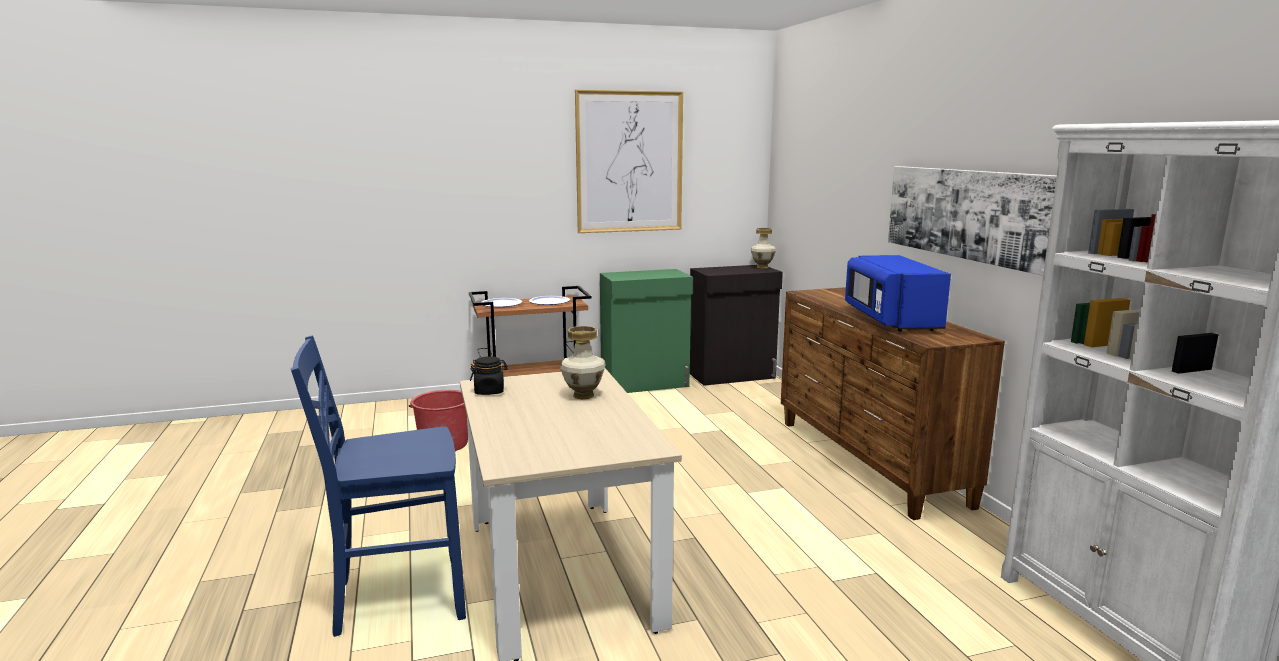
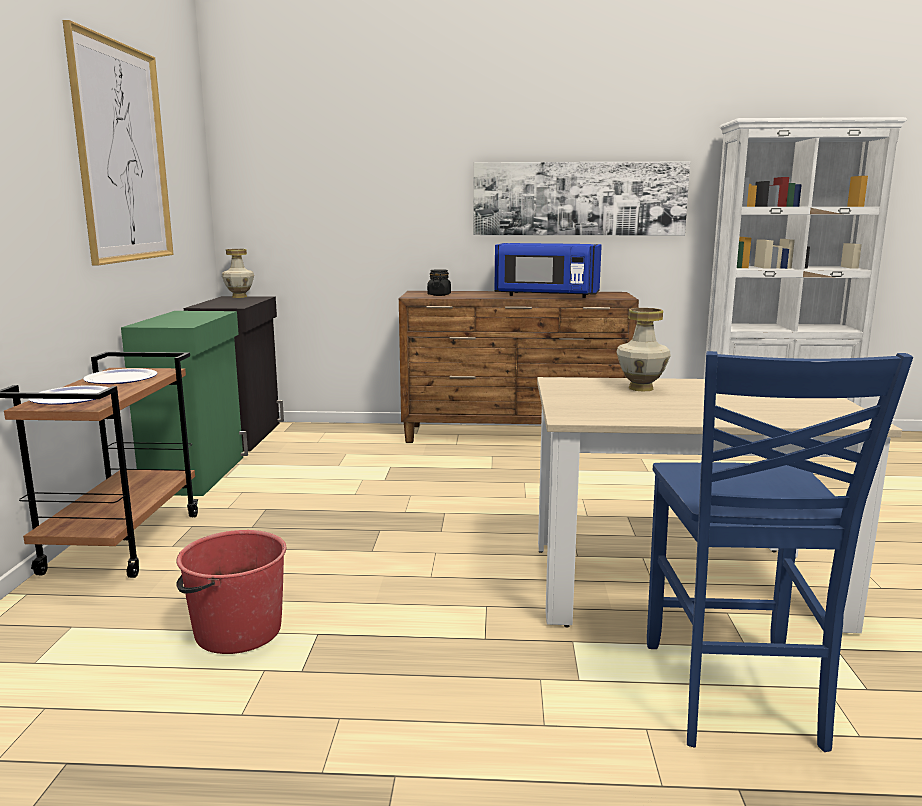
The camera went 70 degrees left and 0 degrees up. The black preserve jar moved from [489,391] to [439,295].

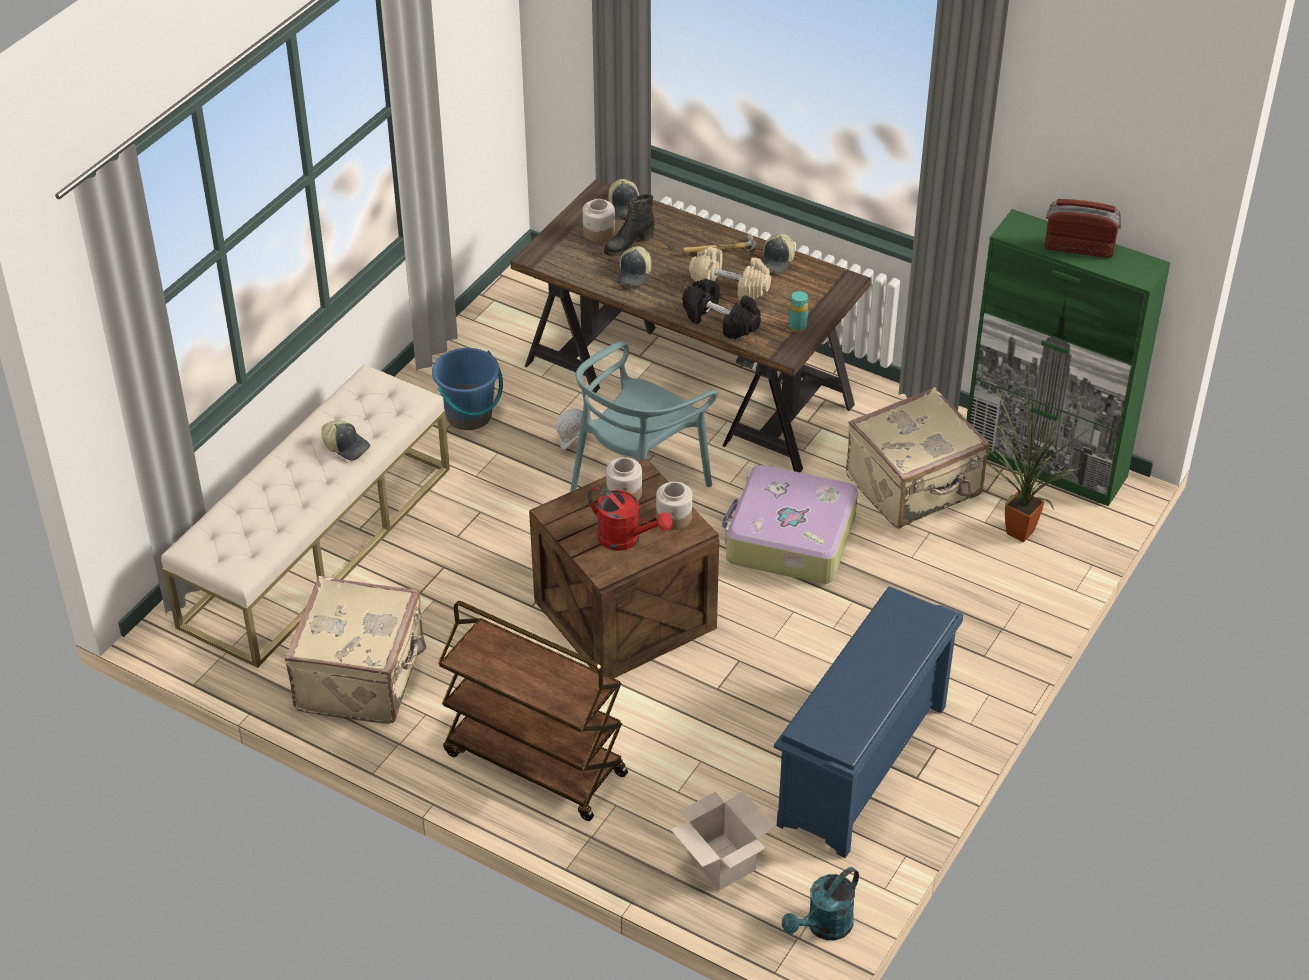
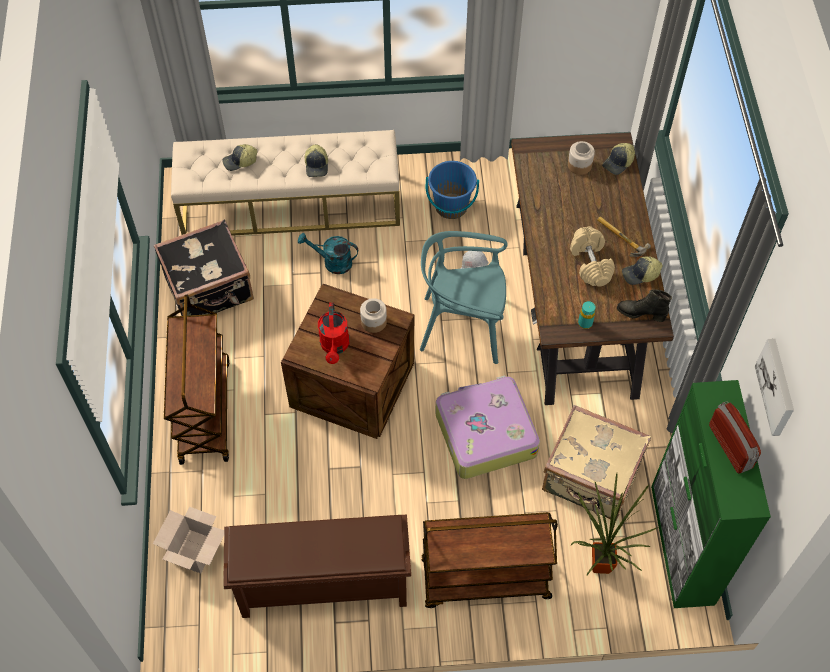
The camera went 55 degrees right and 15 degrees up. The black boot moved from [628,245] to [641,313]. The peaked cap moved from [634,274] to [240,161]. The black free weight at [720,321] disappeared. The preserve jar at [674,518] disappeared. The sand-coloured piece of luggage at [363,677] became the black piece of luggage at [210,289]. The bluish shoe shelf at [863,767] became the brown shoe shelf at [322,586]. The blue-green sprinkling can moved from [824,927] to [332,262]. The picture at [777,387] appeared. The brown wheeled cart at [484,580] appeared.

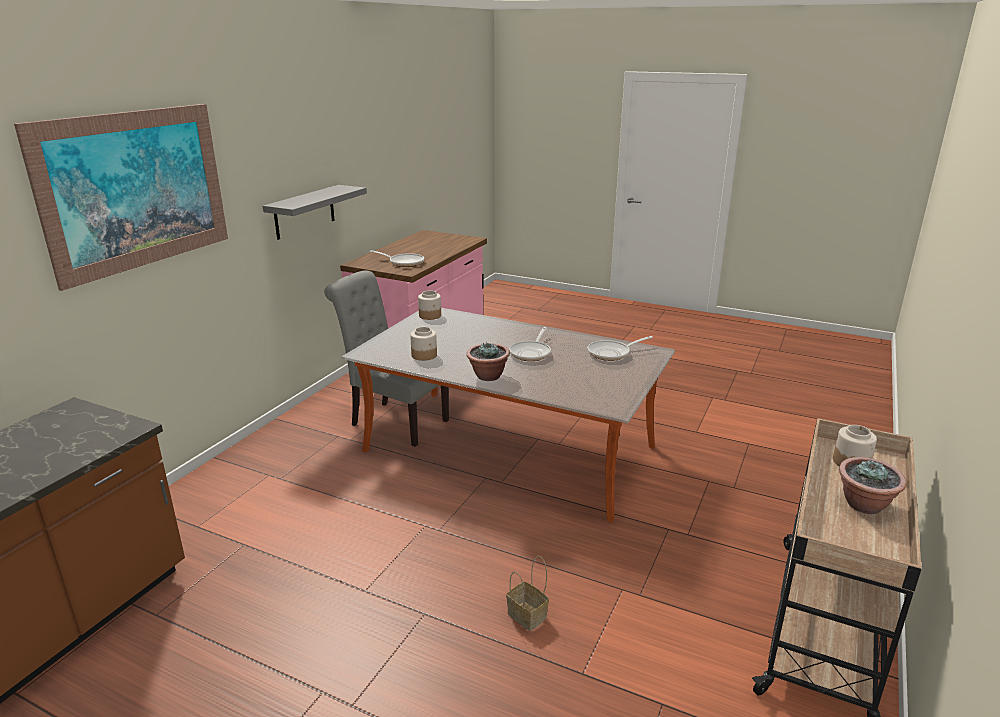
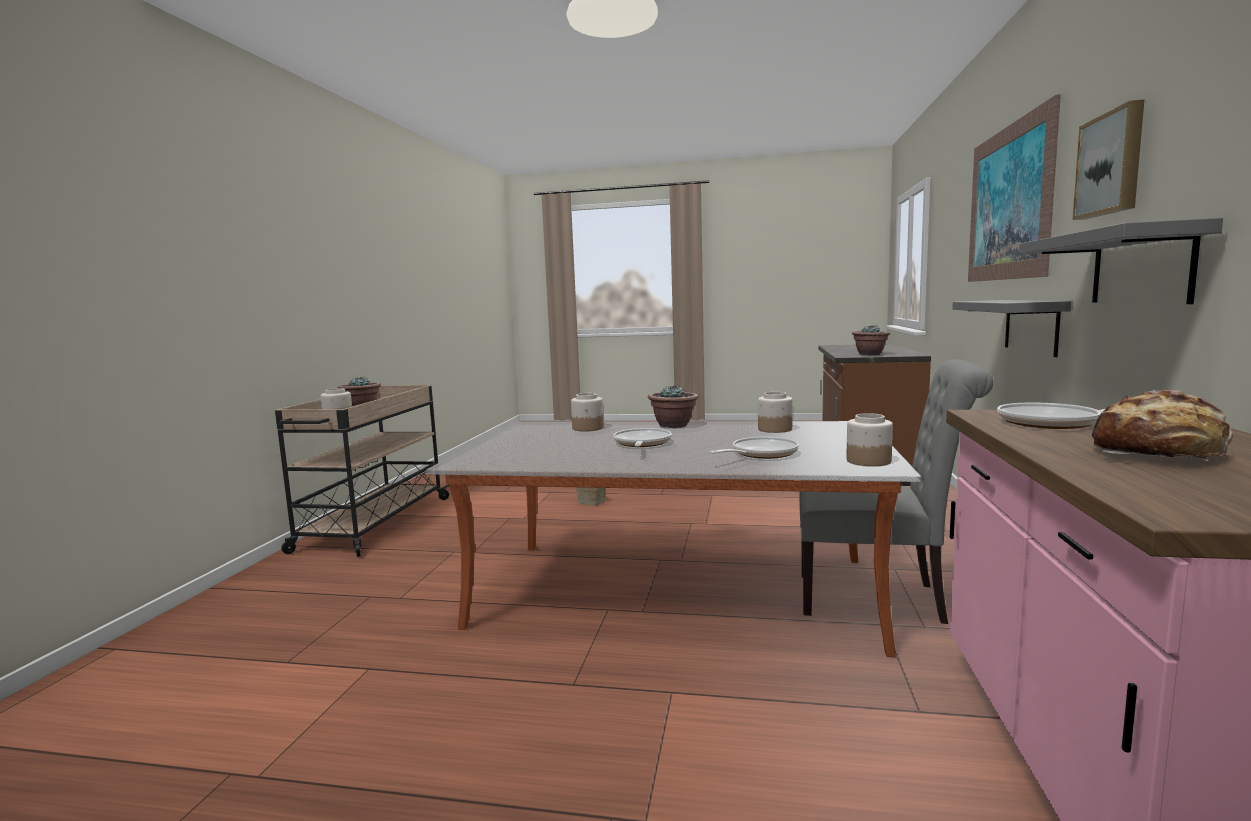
The camera went 165 degrees right and 15 degrees down. The skillet moved from [612,353] to [760,454]. The picture at [1112,164] appeared. The gray bracket shelf at [1031,326] appeared. The potted plant at [870,354] appeared. The bakery bread at [1158,454] appeared. The preserve jar at [588,428] appeared.

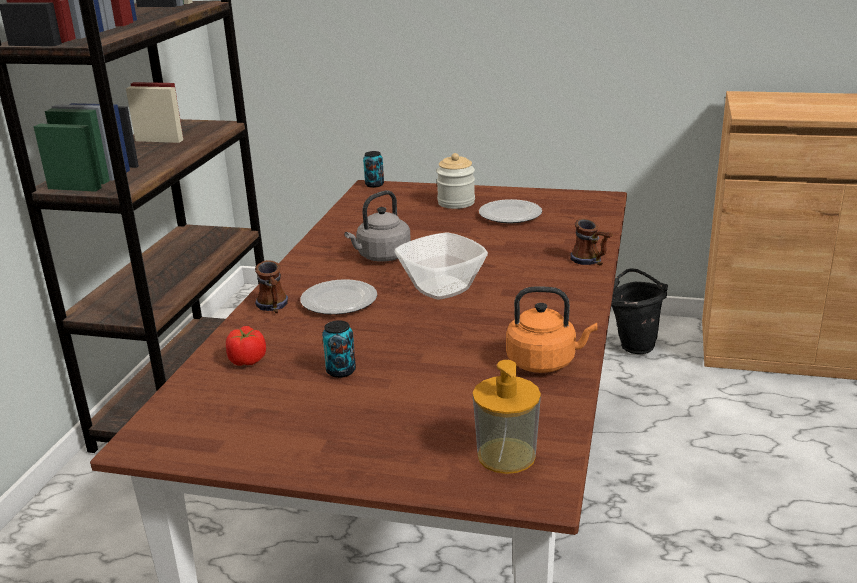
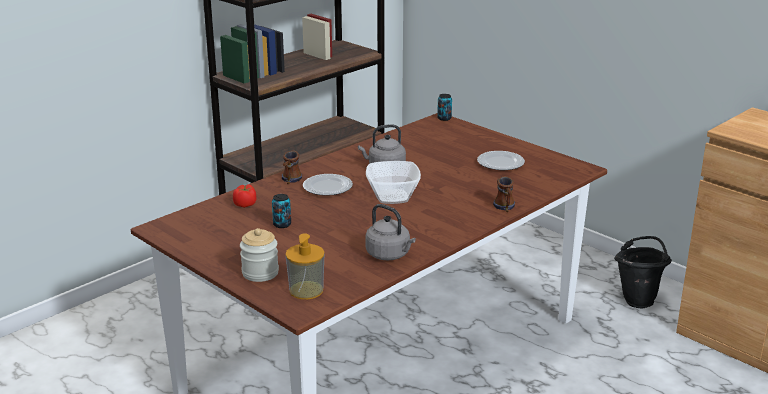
The camera went 30 degrees right and 0 degrees up. The preserve jar moved from [456,202] to [260,273]. The orange-coloured tea kettle at [545,362] became the gray tea kettle at [390,255].

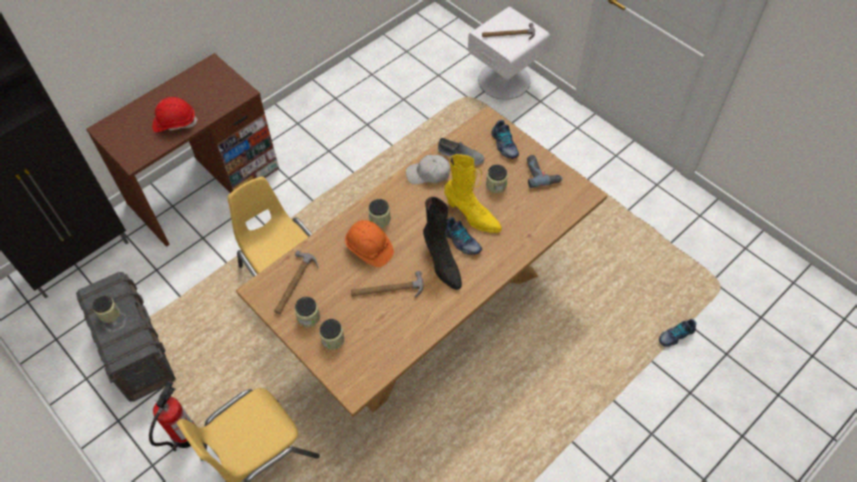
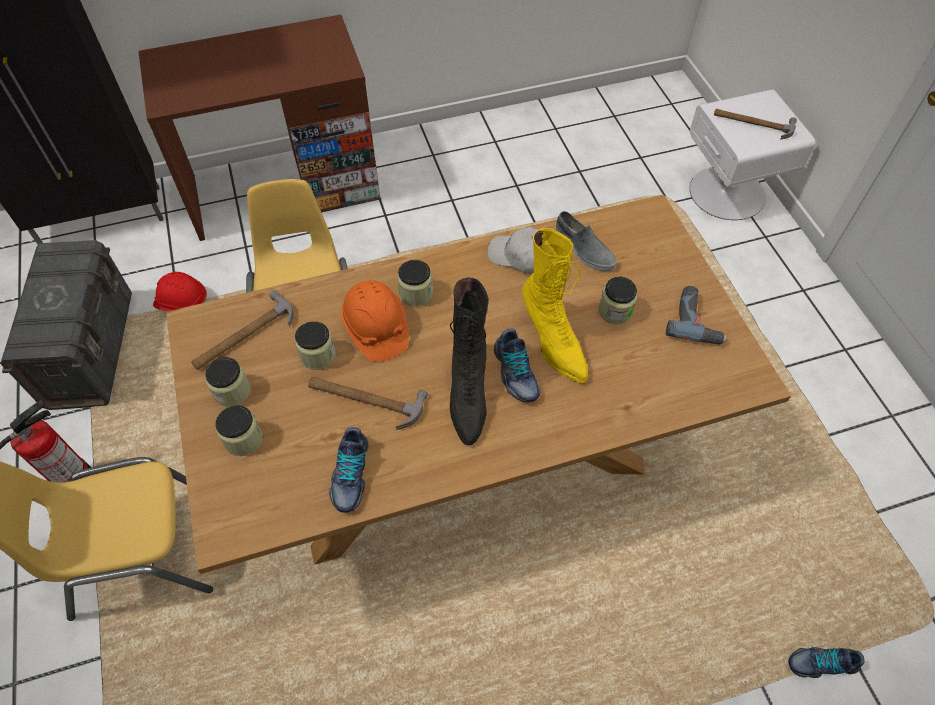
The camera went 25 degrees right and 0 degrees up. The reddish hard hat moved from [175,123] to [182,302]. The shoe moved from [504,145] to [350,474]. The preserve jar moved from [109,314] to [318,355].

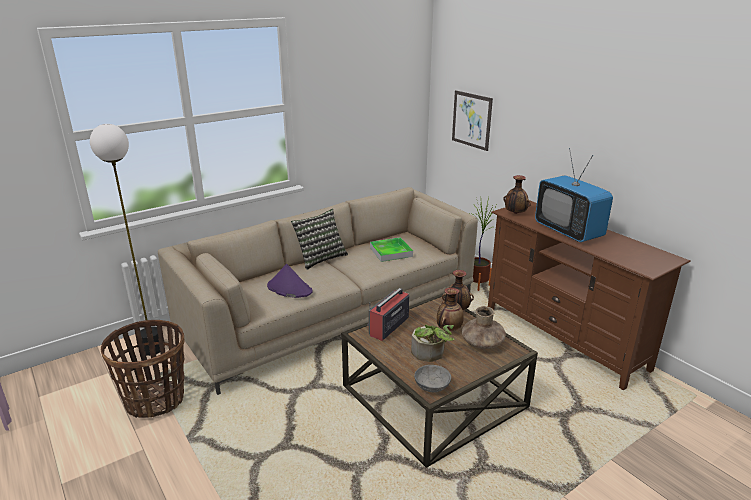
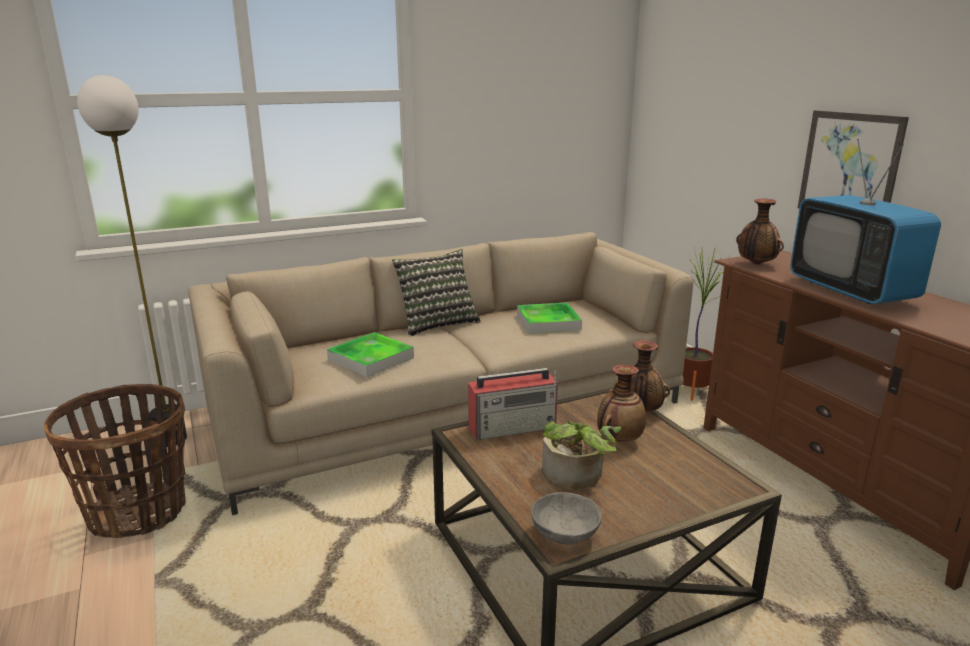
The camera went 10 degrees right and 5 degrees down. The picture moved from [471,120] to [849,166]. The purple hat at [289,289] was replaced by the serving tray at [371,359]. The radio receiver at [388,327] turned 150 degrees counterclockwise. The brown vase at [482,343] disappeared.

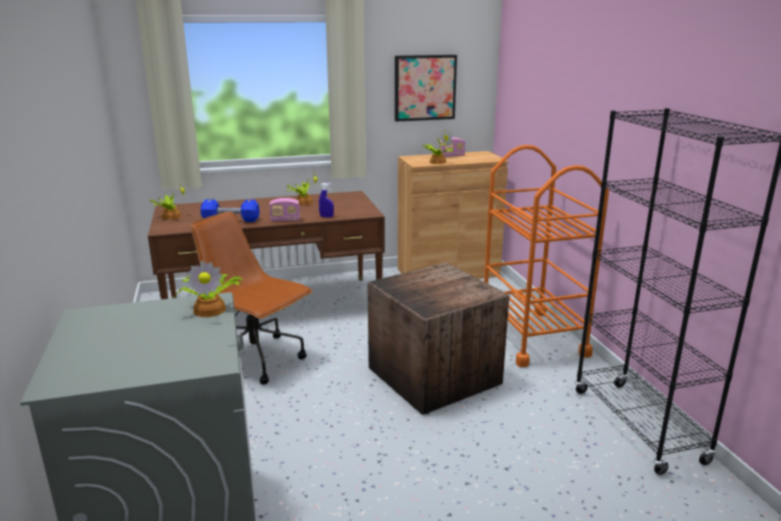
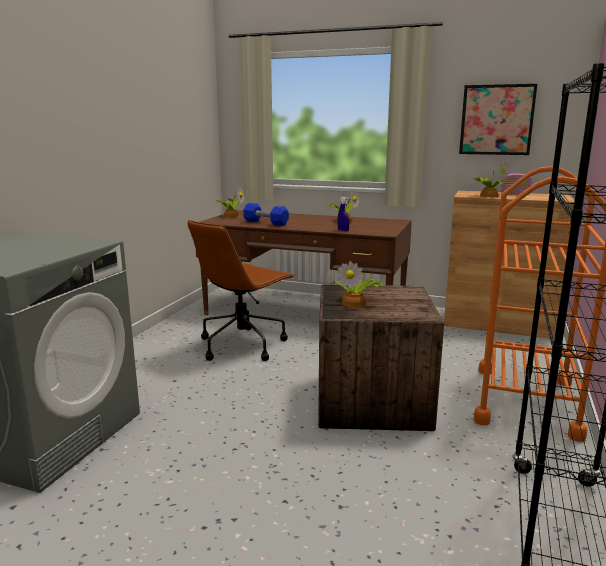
The camera went 35 degrees right and 5 degrees down. The radio receiver at [285,220] disappeared. The brown computer chair at [257,360] turned 120 degrees counterclockwise. The potted plant moved from [211,309] to [355,303].

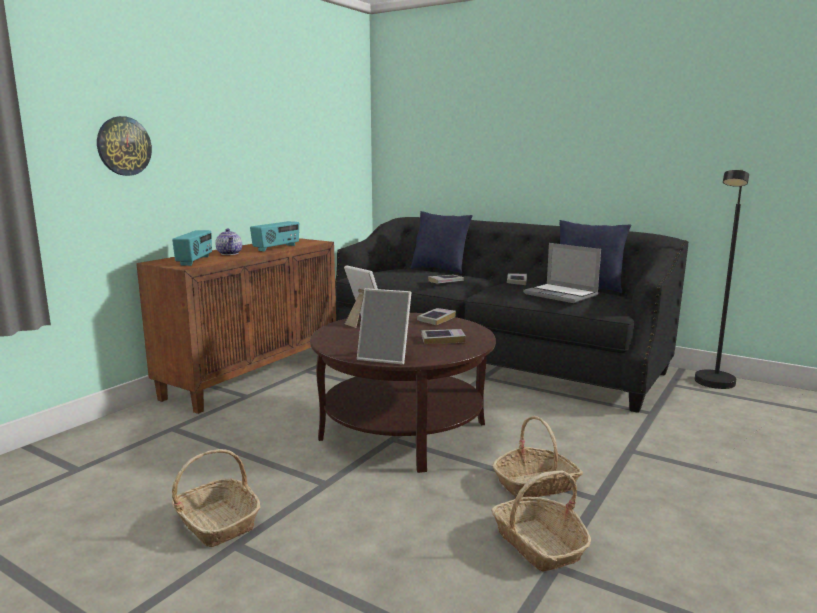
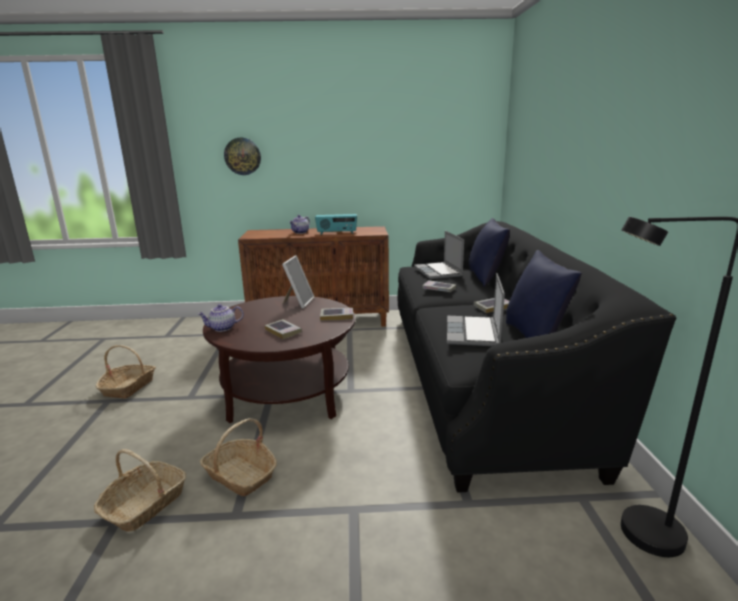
The camera went 55 degrees right and 5 degrees up. The radio receiver at [195,261] disappeared. The standing frame at [386,357] was replaced by the pot for tea at [222,328]. The laptop at [438,272] appeared.

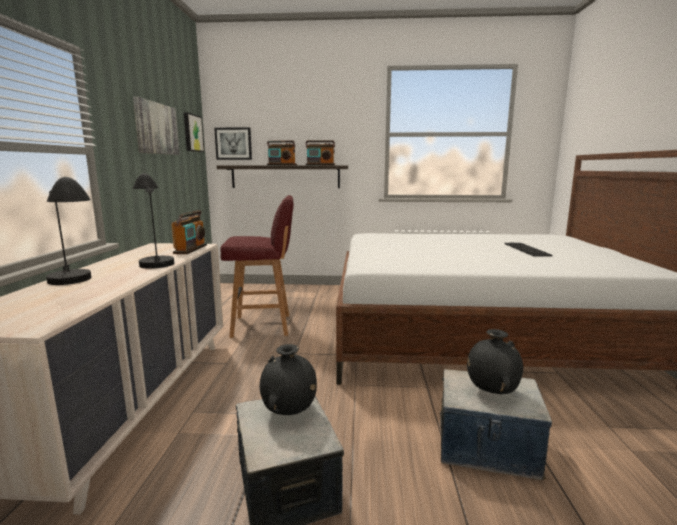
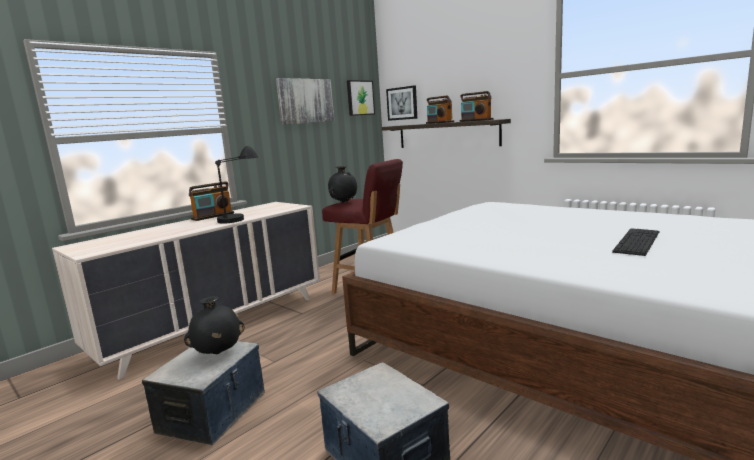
The camera went 40 degrees right and 0 degrees up. The black lamp for a table at [75,287] disappeared. The radio receiver moved from [191,249] to [213,216]. The black vase moved from [491,392] to [344,202].

